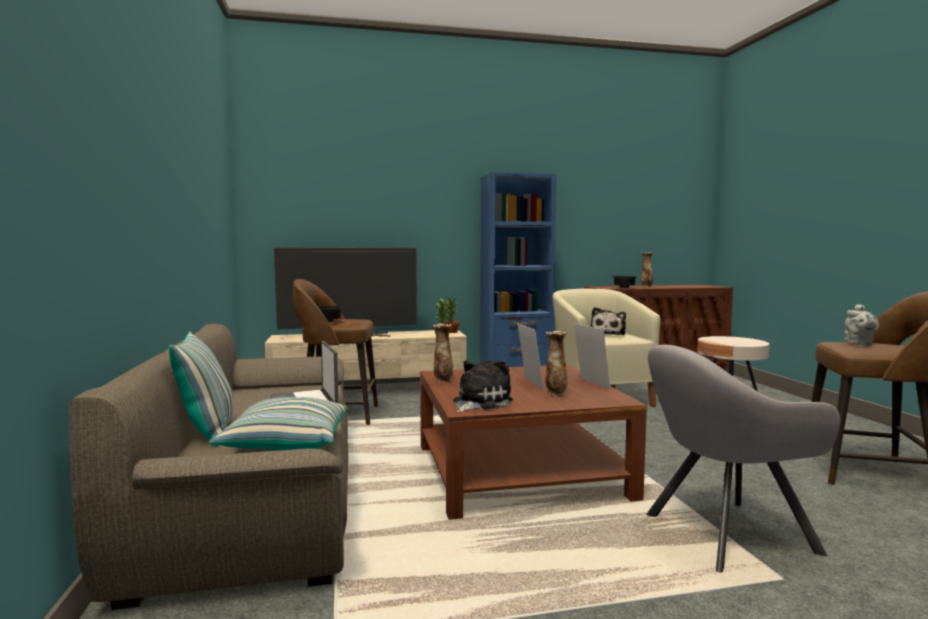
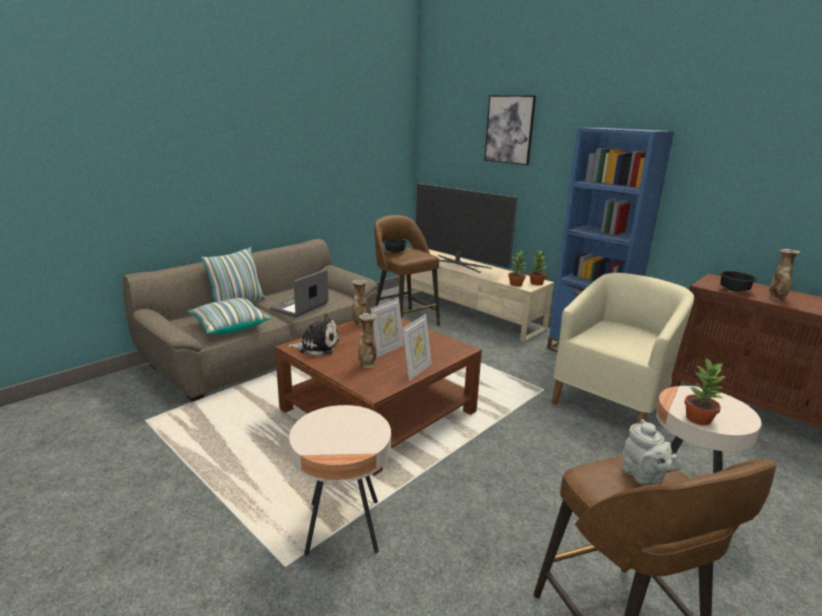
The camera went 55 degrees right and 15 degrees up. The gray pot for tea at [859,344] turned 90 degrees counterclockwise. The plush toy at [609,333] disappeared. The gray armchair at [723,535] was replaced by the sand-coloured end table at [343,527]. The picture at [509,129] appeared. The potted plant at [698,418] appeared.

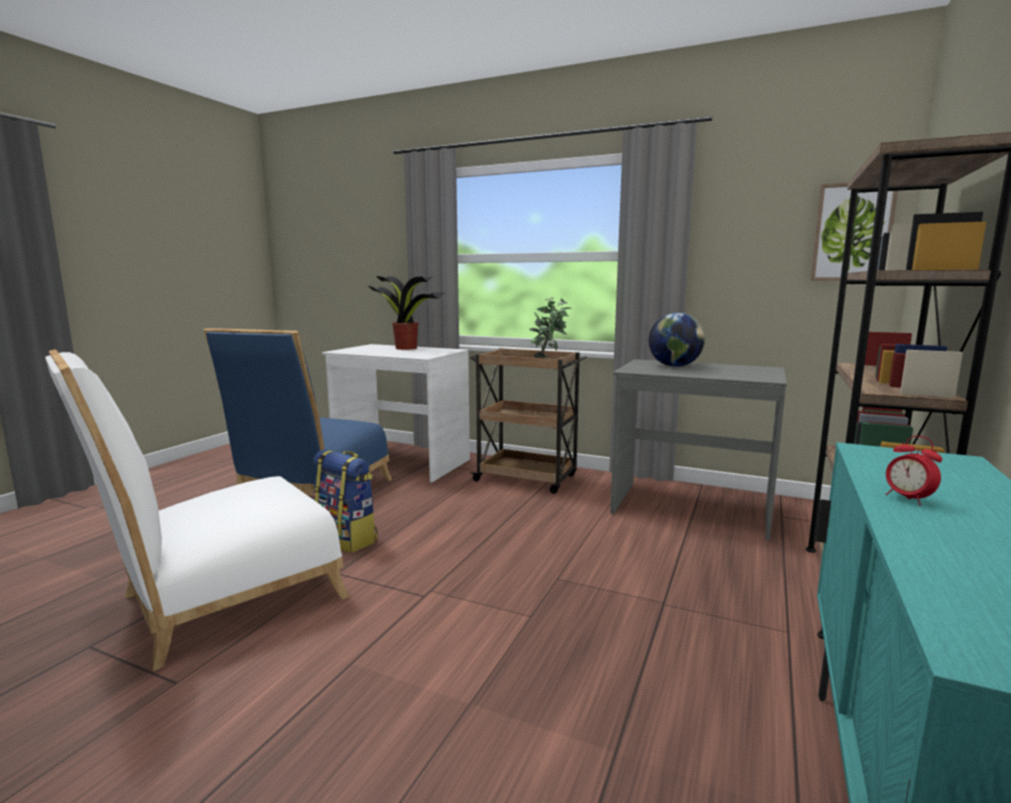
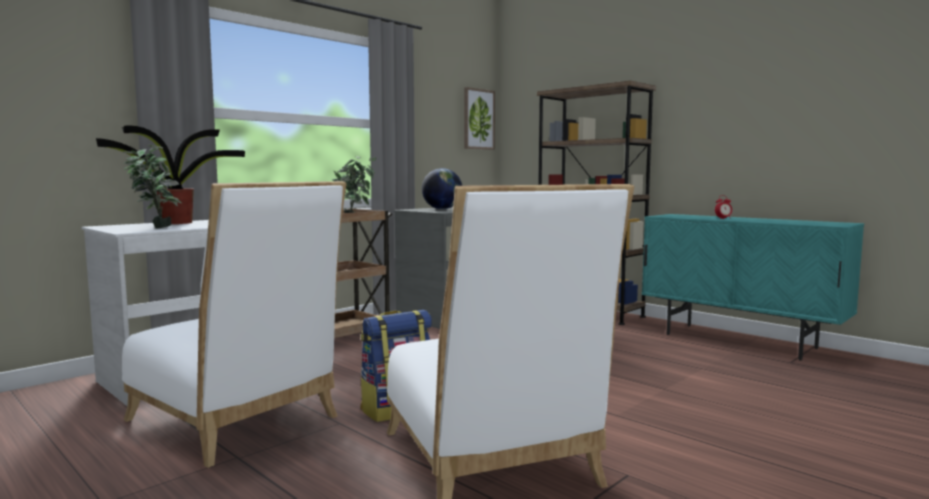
The camera went 70 degrees left and 5 degrees down. The bluish plain chair at [312,496] became the white plain chair at [239,422]. The potted plant at [154,228] appeared.

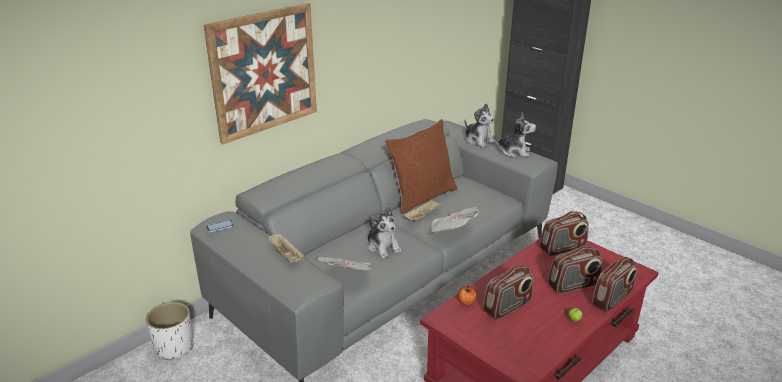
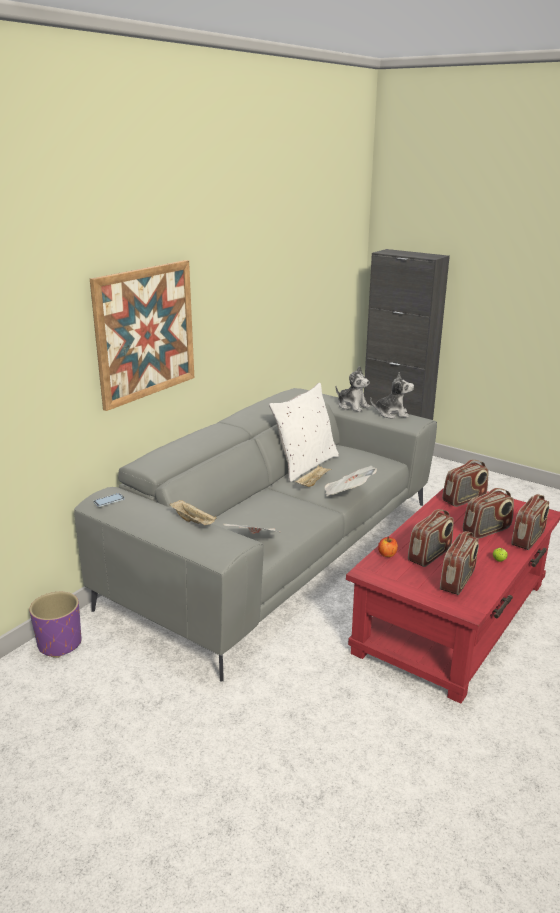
The camera went 10 degrees left and 5 degrees down. The brown throw pillow at [421,197] became the white throw pillow at [304,465]. The plush toy at [383,247] disappeared. The white plant pot at [174,347] became the purple plant pot at [60,644]. The radio receiver at [458,580] appeared.

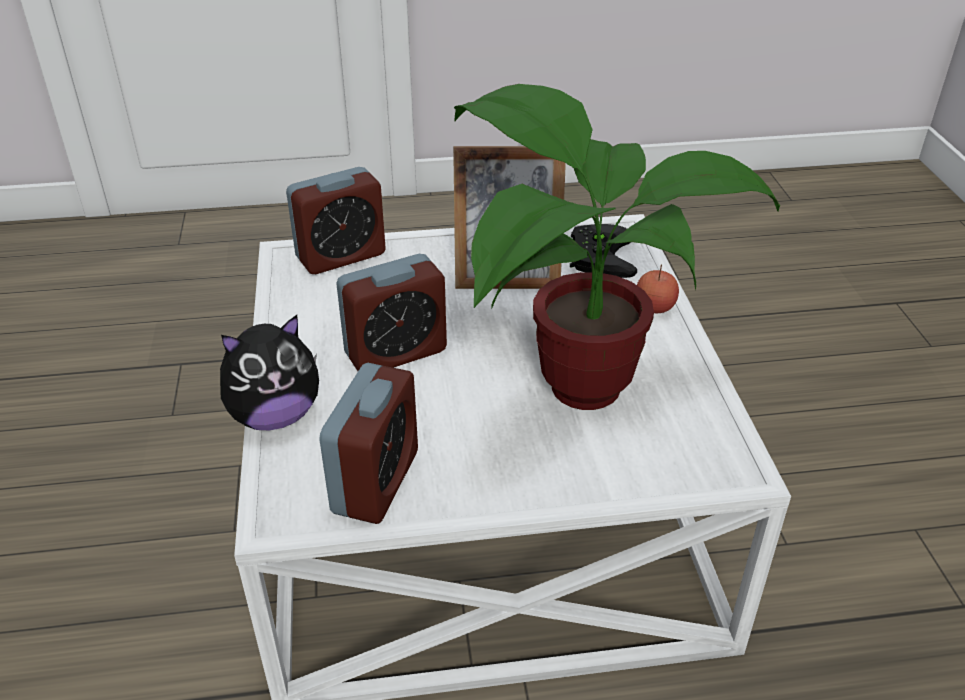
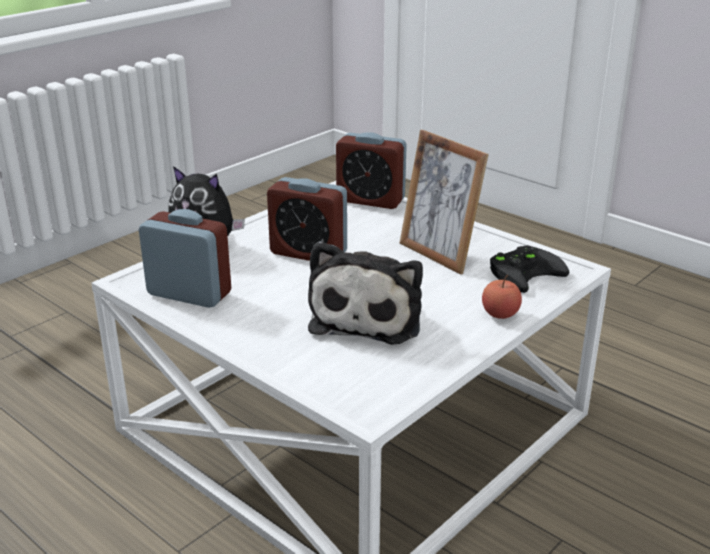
The camera went 50 degrees right and 10 degrees down. The potted plant at [572,381] was replaced by the plush toy at [369,316]. The bedside clock at [376,482] turned 135 degrees counterclockwise.

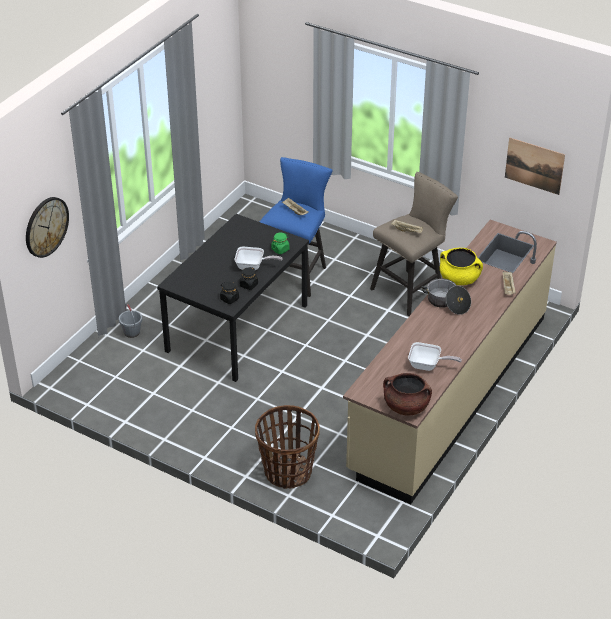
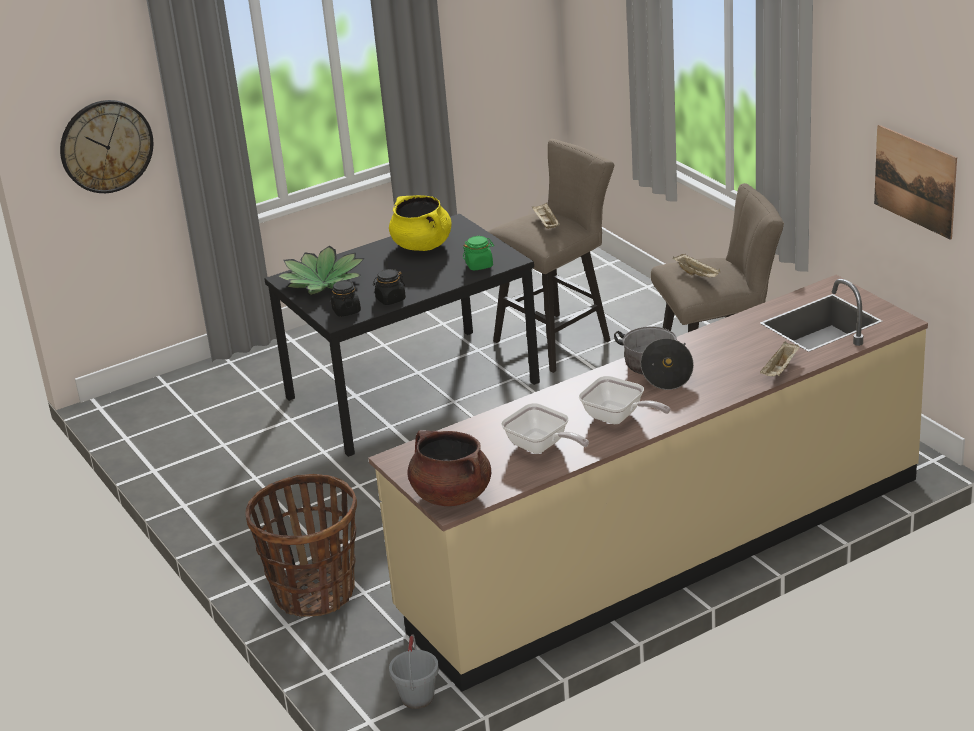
The camera went 30 degrees right and 10 degrees down. The bluish sitting stool at [296,273] became the sand-coloured sitting stool at [559,339]. The skillet moved from [253,266] to [618,418]. The yellowish cooking pot moved from [459,279] to [422,245]. The gray bucket moved from [131,332] to [417,697]. The potted plant at [323,282] appeared.

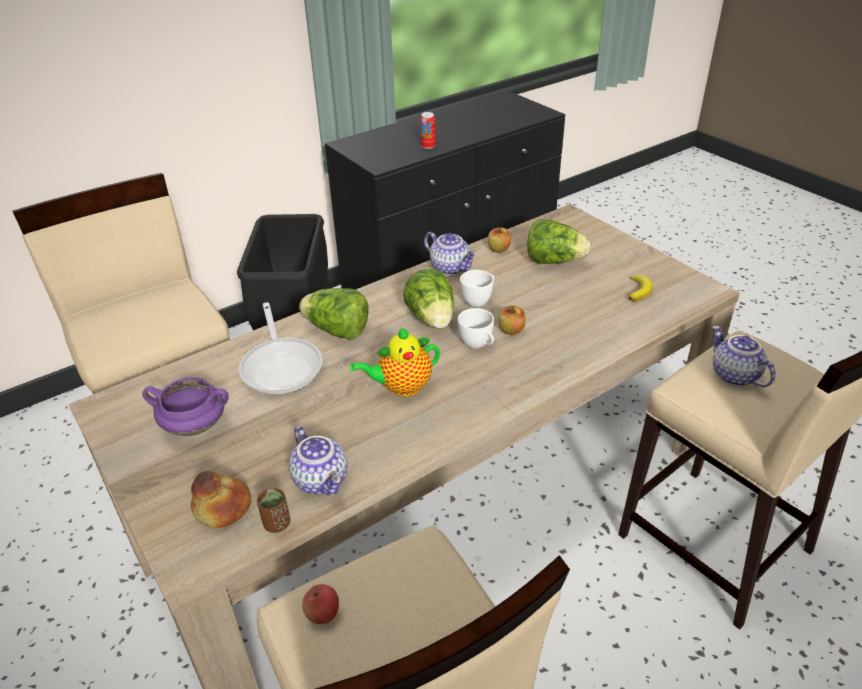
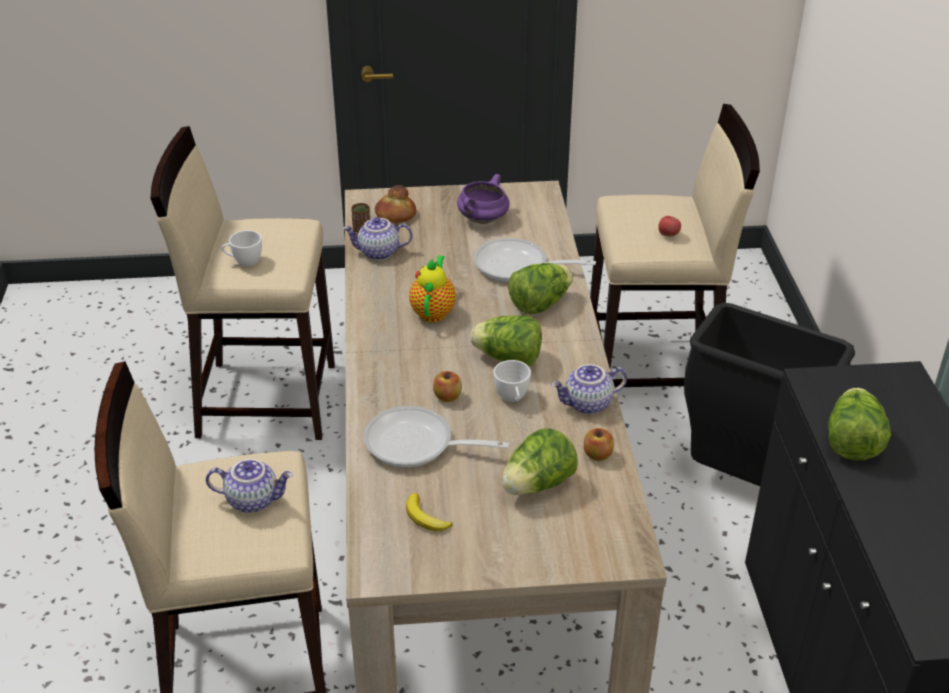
The camera went 120 degrees right and 0 degrees up. The metal can at [428,146] was replaced by the lettuce at [851,442]. The white small cup moved from [478,344] to [244,261]. The apple fruit moved from [323,614] to [668,235]. The skillet at [416,445] appeared.

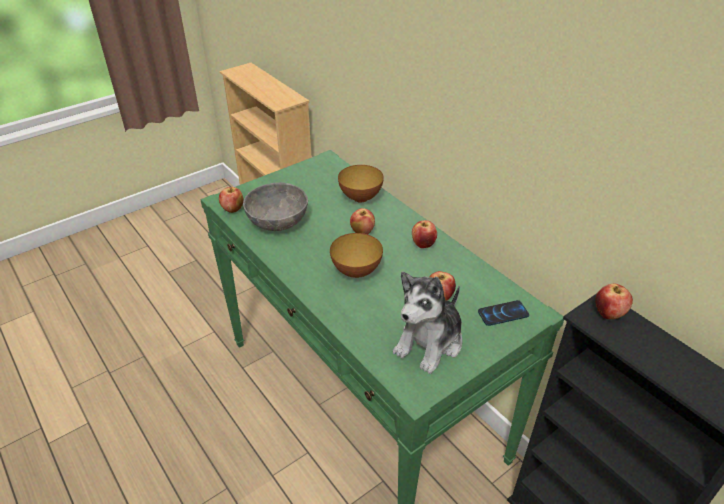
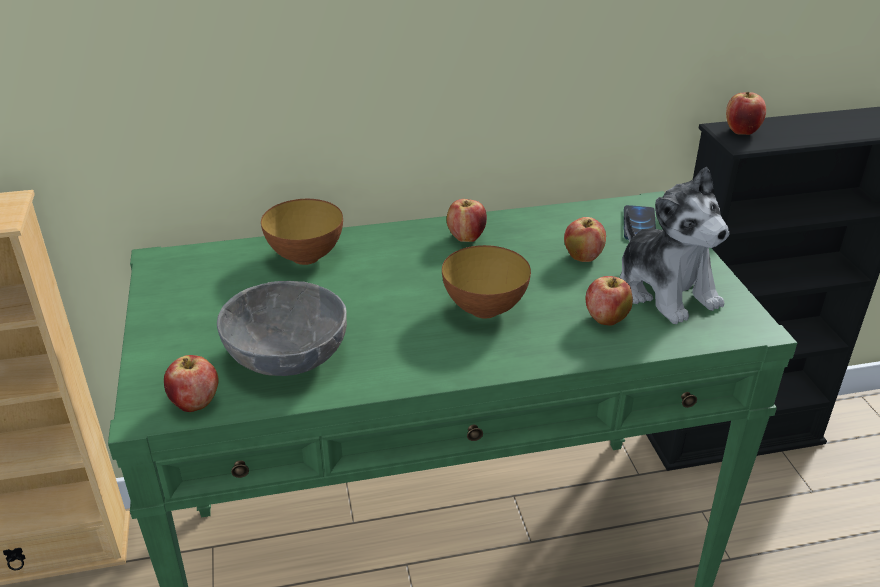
The camera went 65 degrees left and 5 degrees down. The apple fruit moved from [362,232] to [606,319].

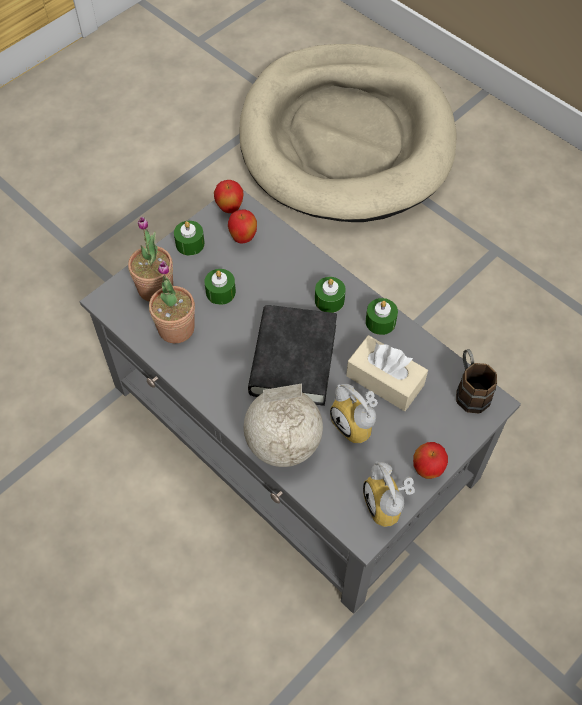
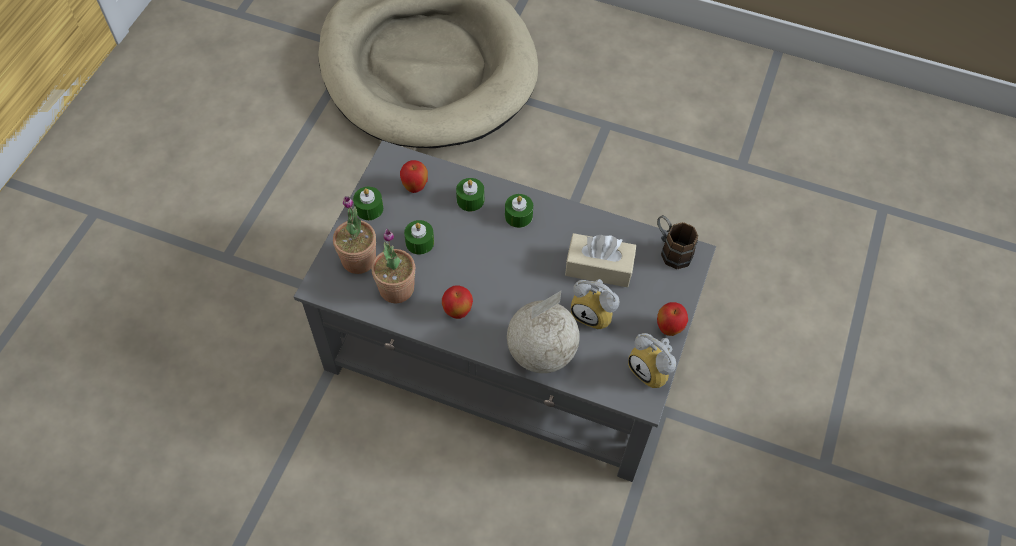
The camera went 25 degrees left and 0 degrees up. The apple fruit moved from [230,208] to [457,312]. The green candle moved from [380,322] to [470,200]. The black bound book at [293,359] disappeared.

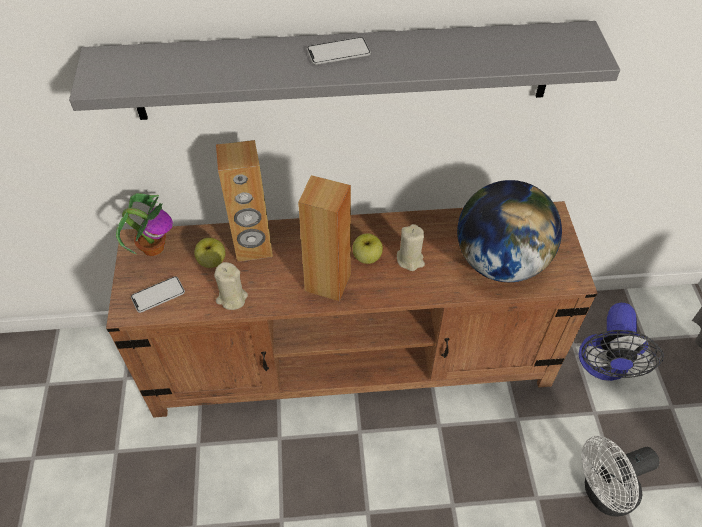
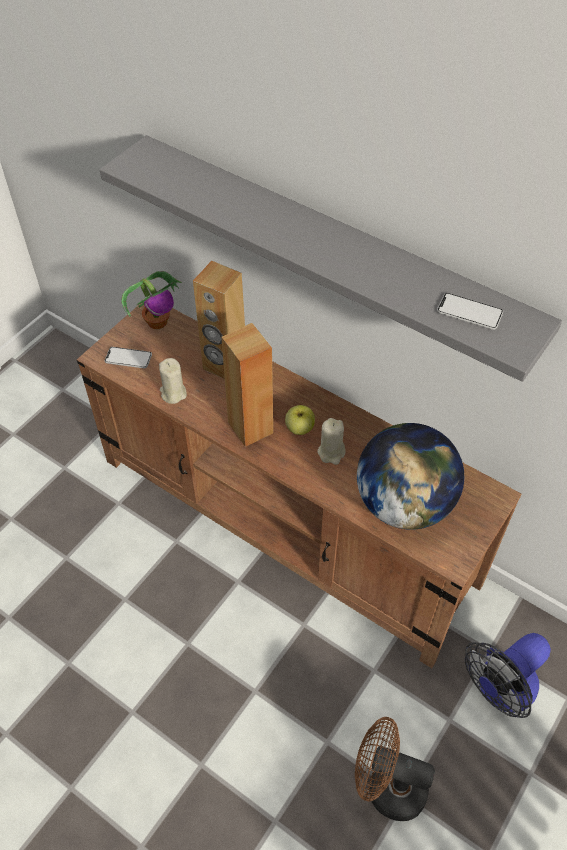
The camera went 40 degrees right and 0 degrees up. The phone moved from [338,52] to [469,312]. The apple fruit at [212,261] disappeared. The white cooling fan at [603,494] became the brown cooling fan at [387,786].

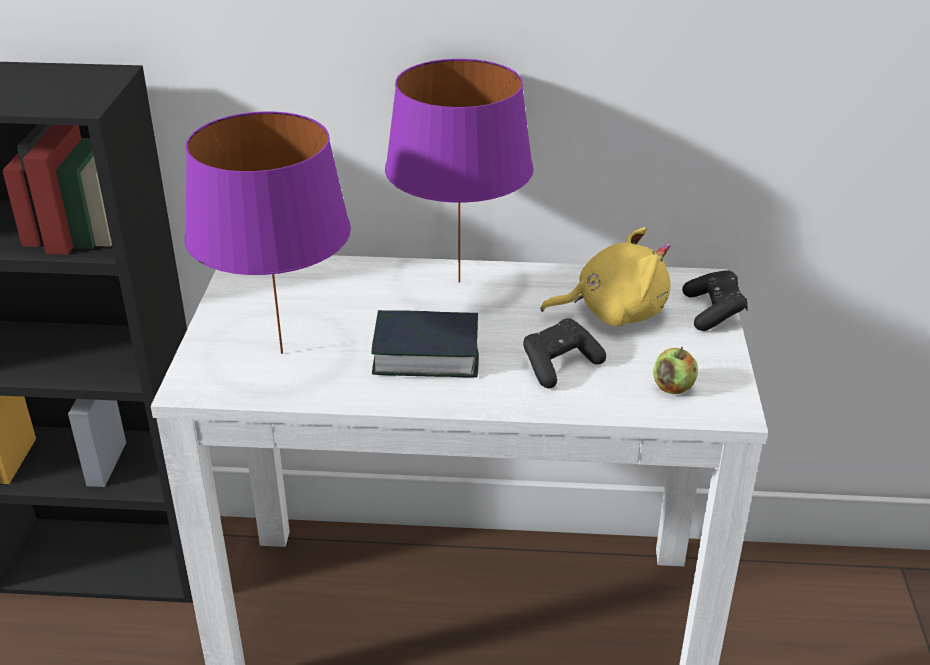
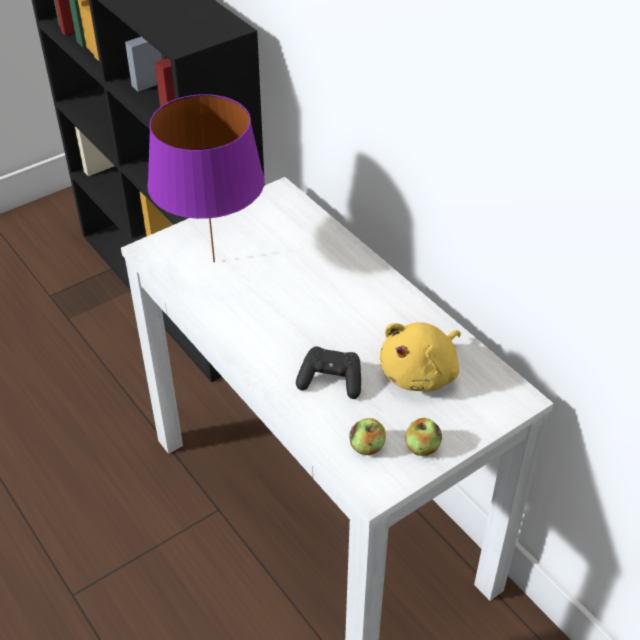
The camera went 50 degrees right and 10 degrees up. The purple lamp for a table at [460,282] disappeared. The yellowish plush toy at [613,312] turned 90 degrees clockwise. The black game controller at [713,312] disappeared. The bound book at [426,353] disappeared. The apple fruit at [422,447] appeared.

